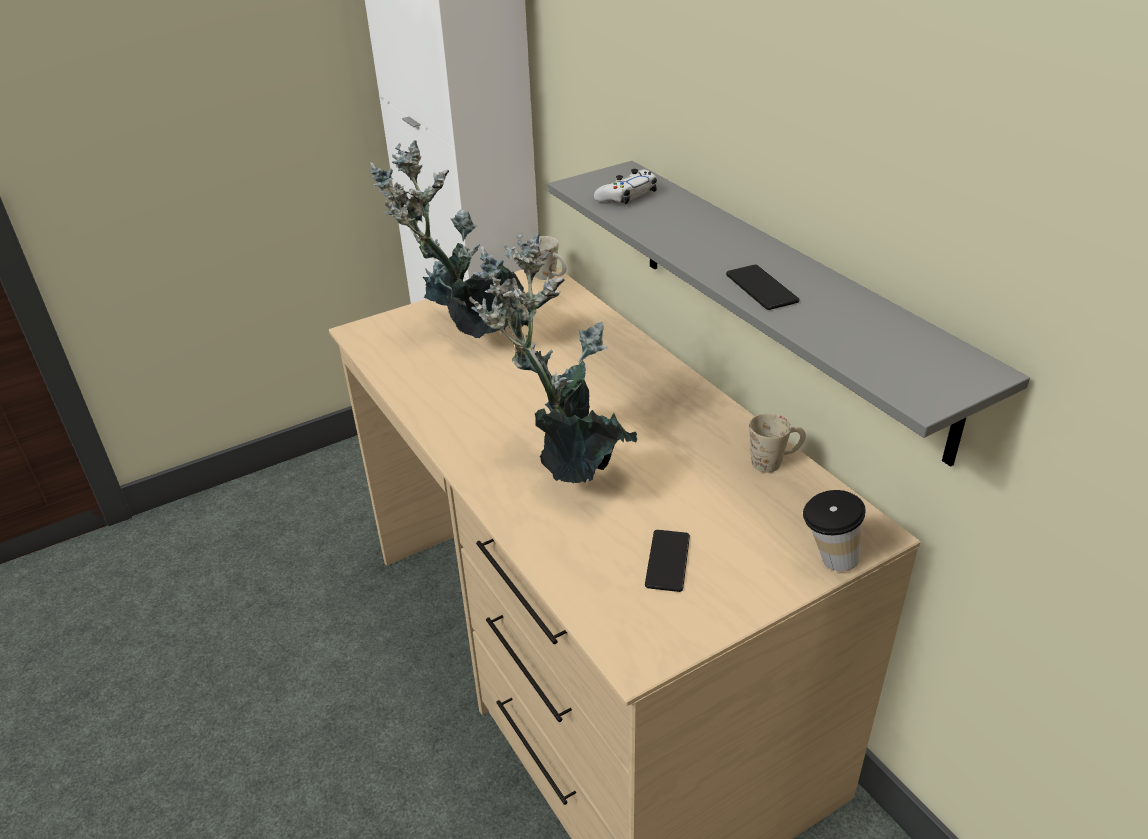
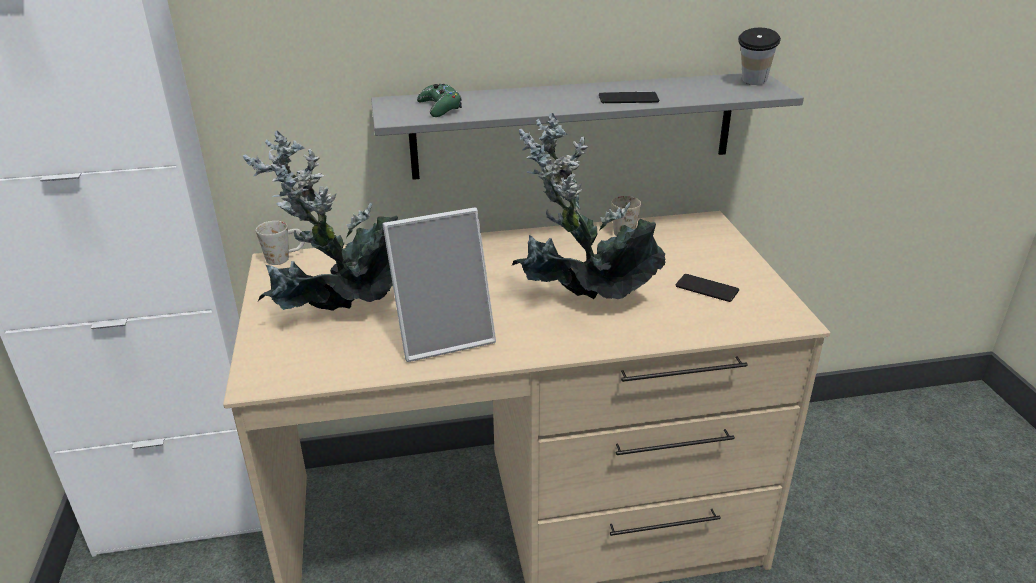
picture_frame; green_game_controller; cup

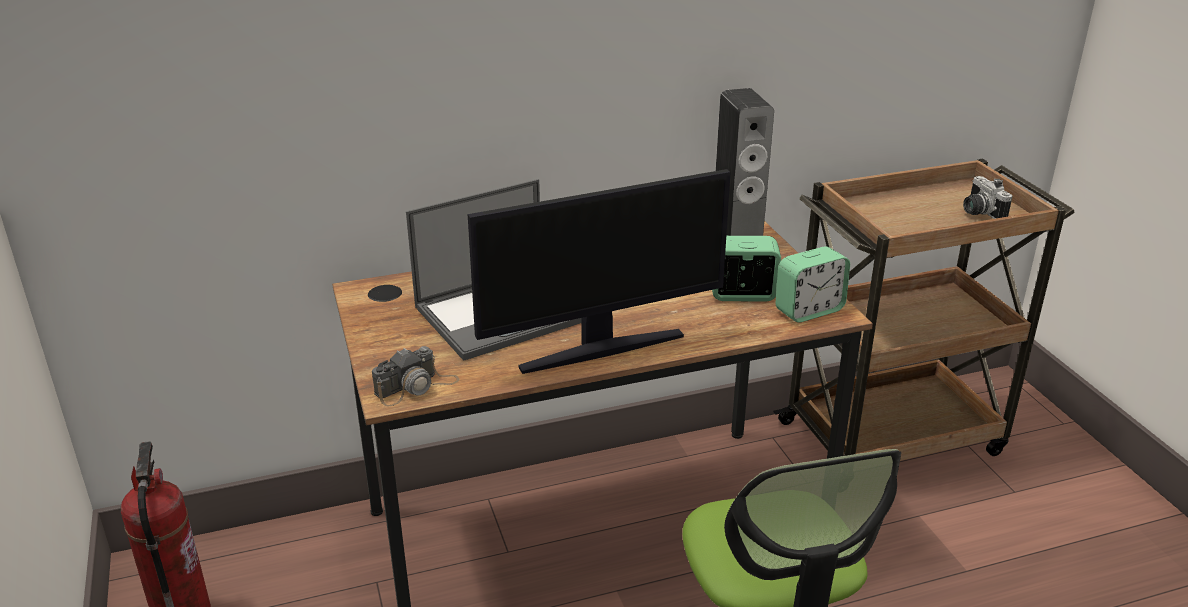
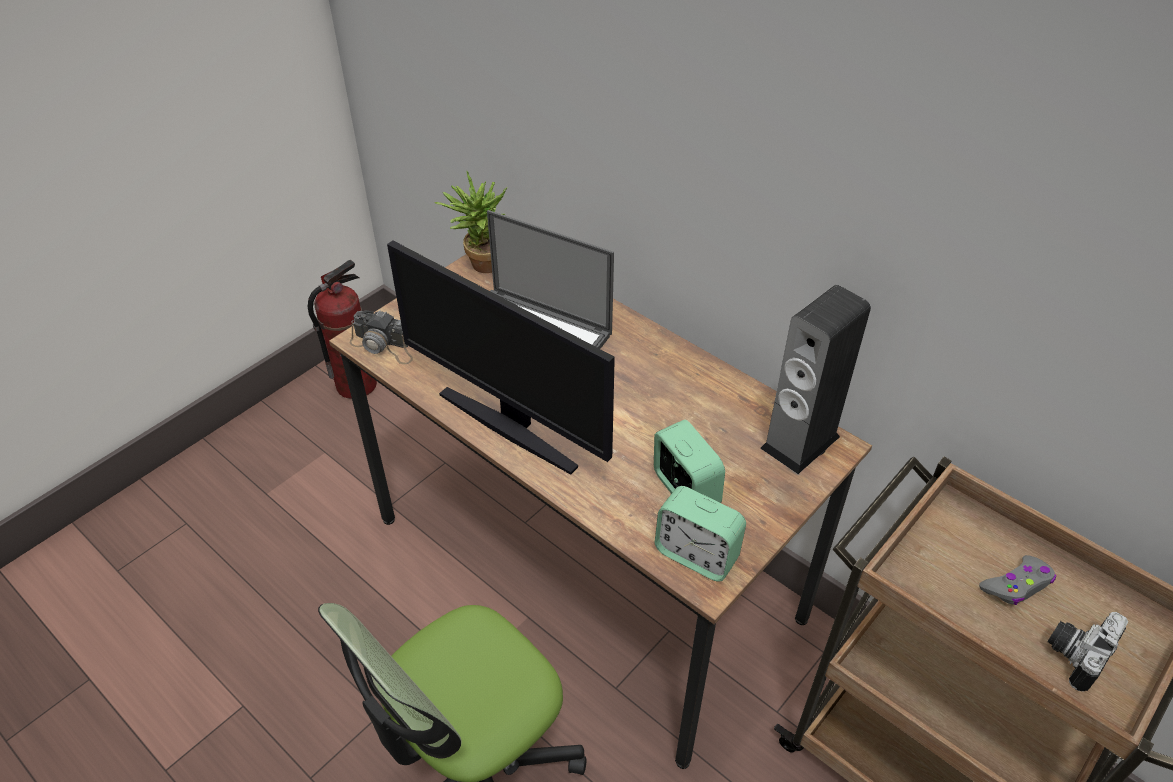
potted_plant; grey_game_controller

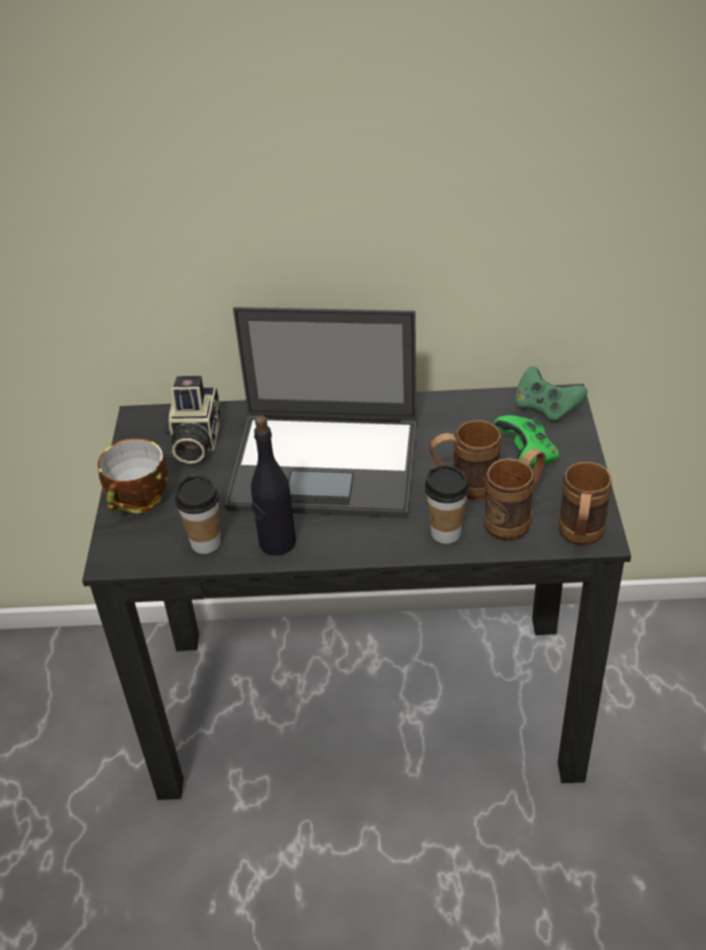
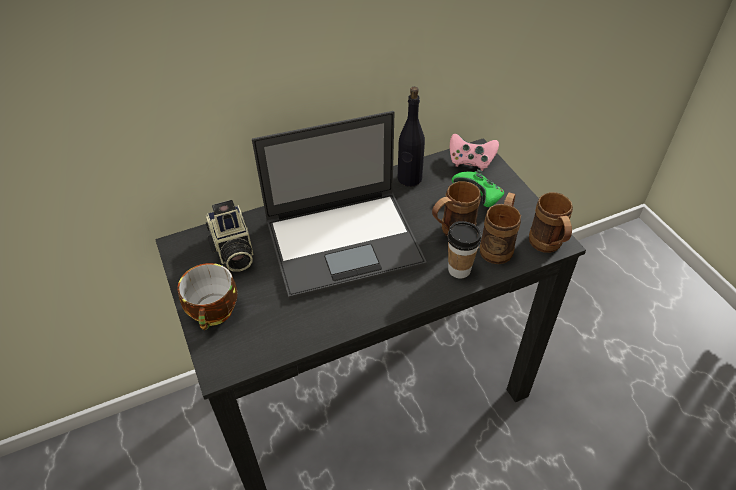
black_bottle; pink_game_controller; cup (no. 2 from left in the first image)

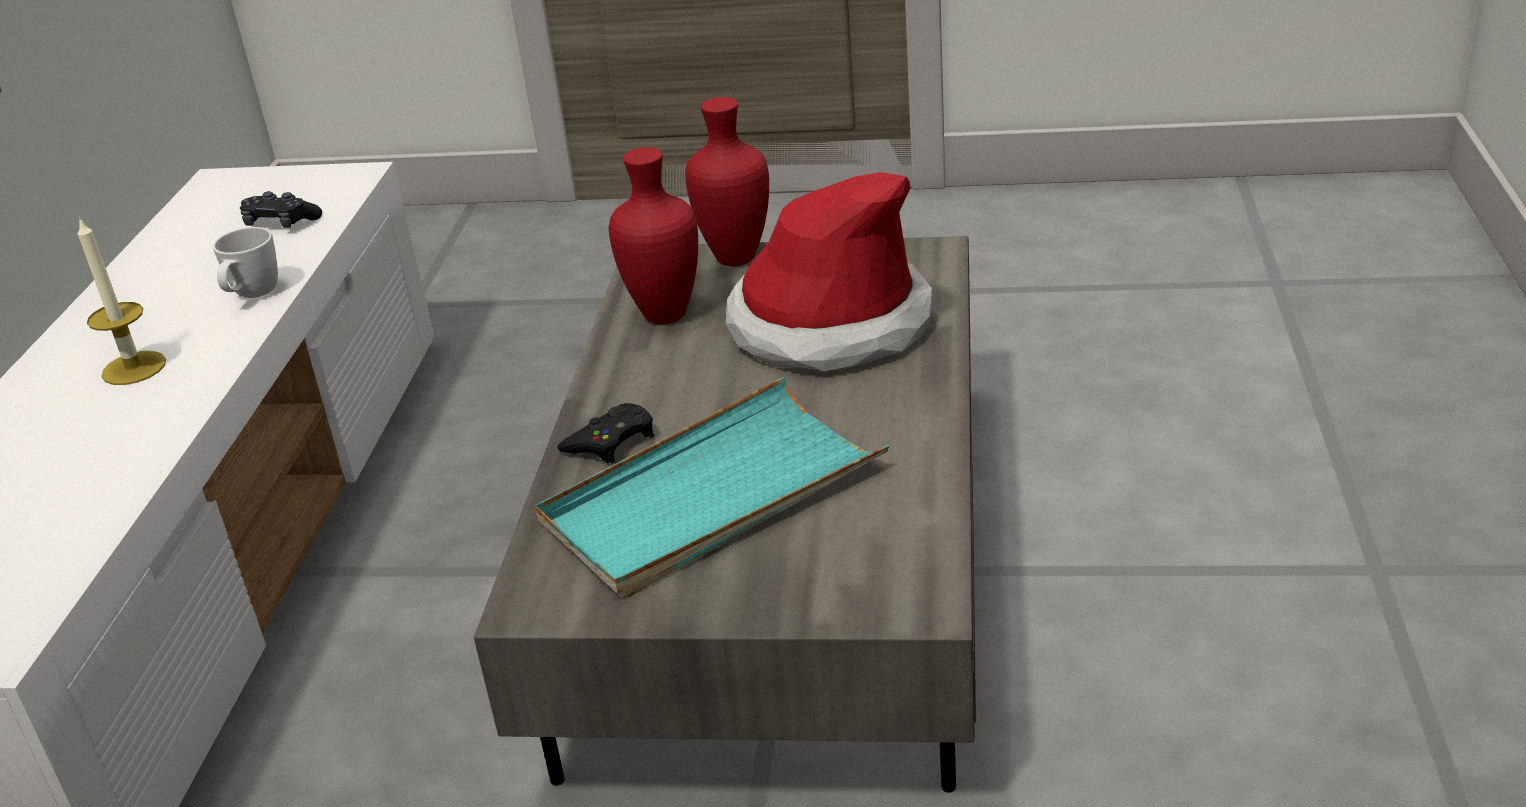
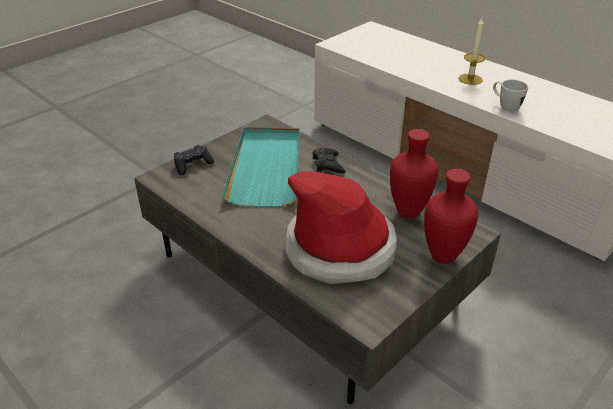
black_game_controller (no. 1 from left)

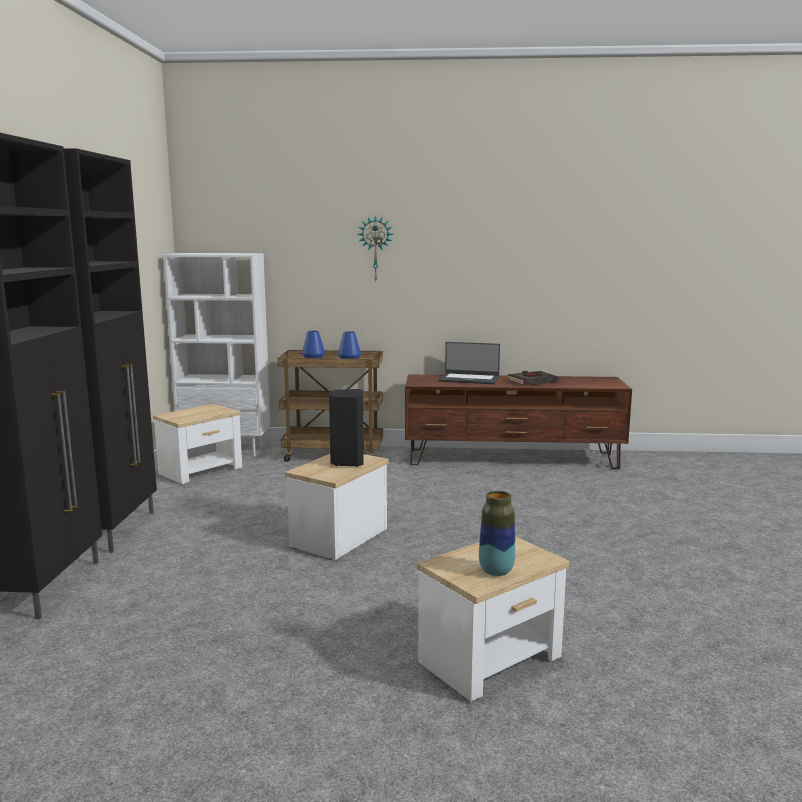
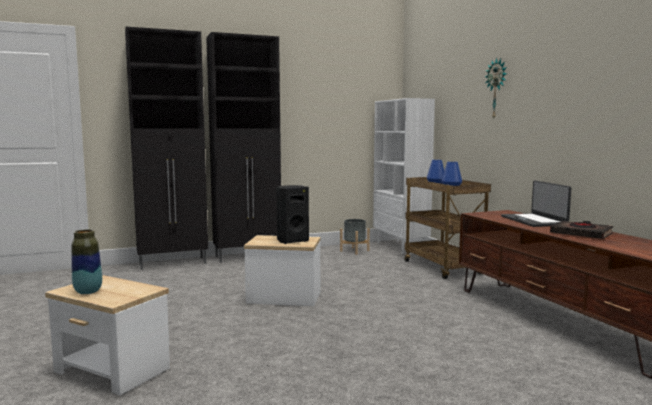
grey_planter

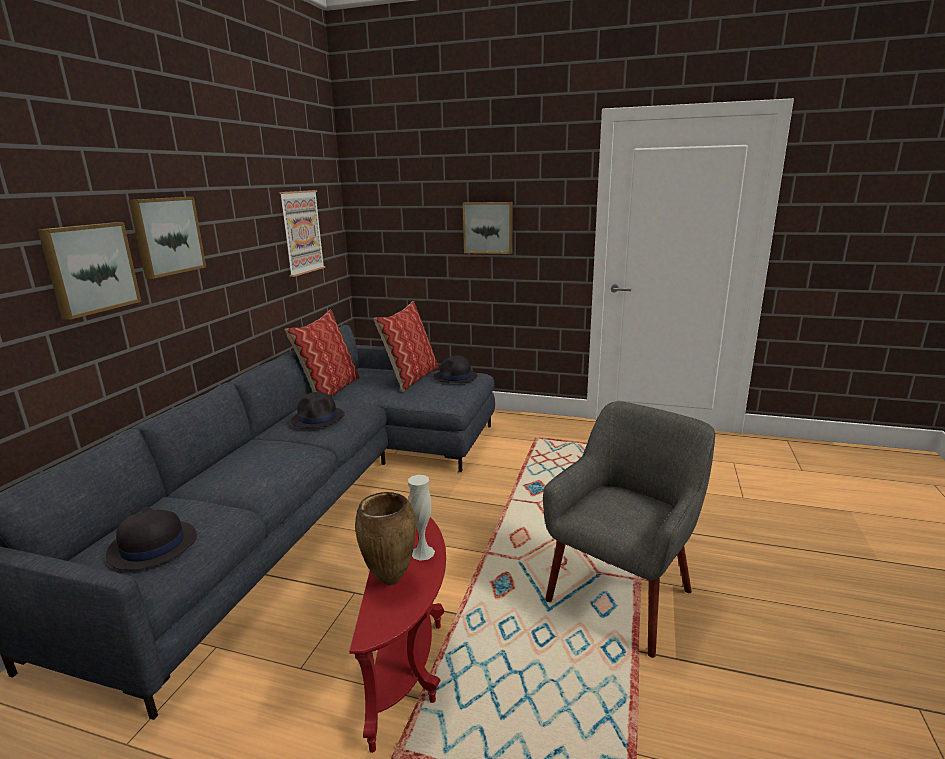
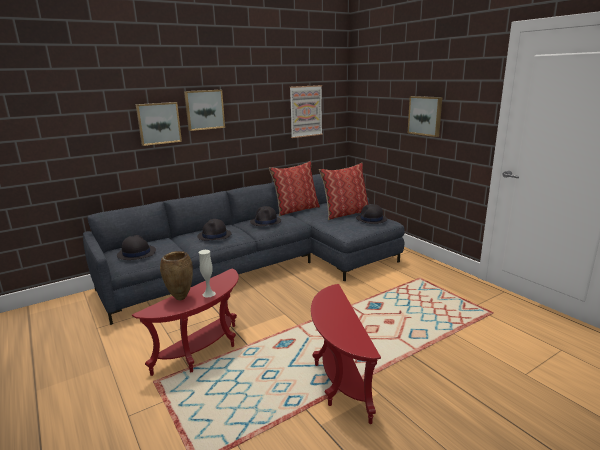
black_hat (no. 2 from left); red_side_table (no. 2 from left)

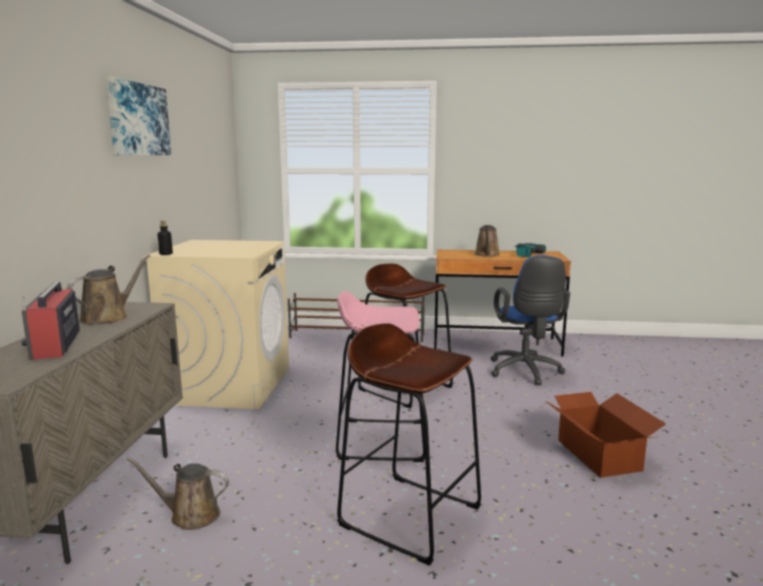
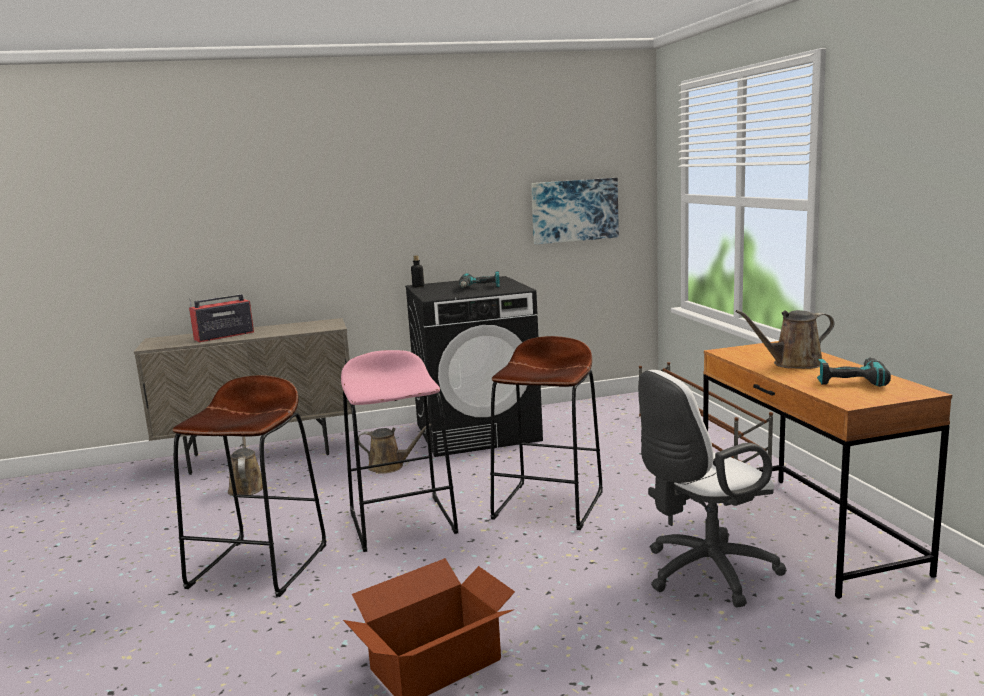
brown_watering_can (no. 2 from left); black_washing_machine; power_drill (no. 1 from left); picture; white_office_chair

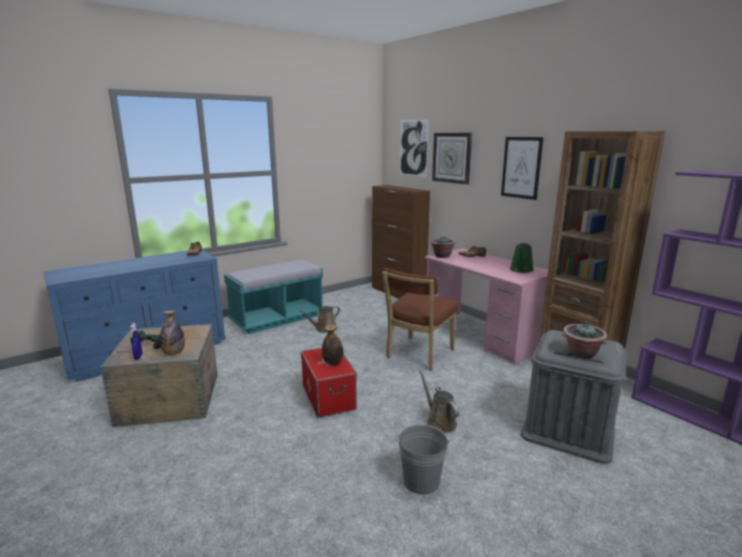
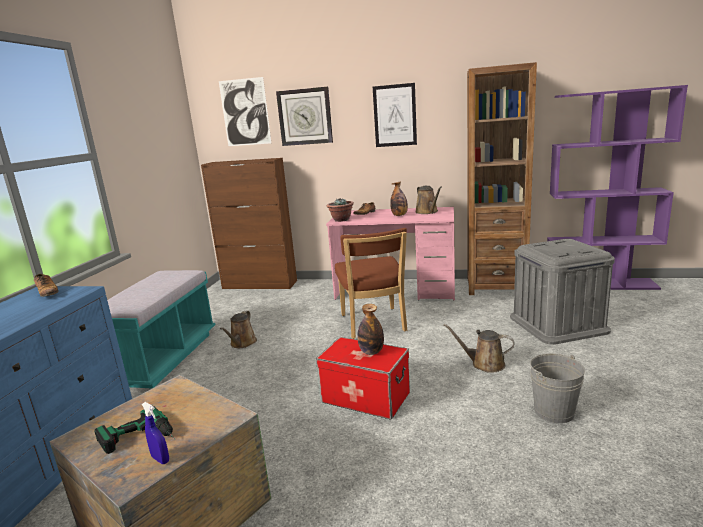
bottle (no. 2 from left); brown_watering_can (no. 2 from left); potted_plant (no. 2 from left in the first image)

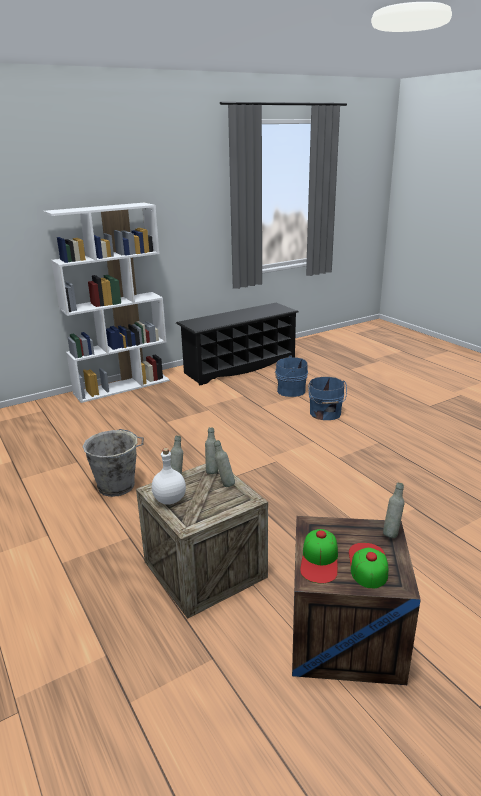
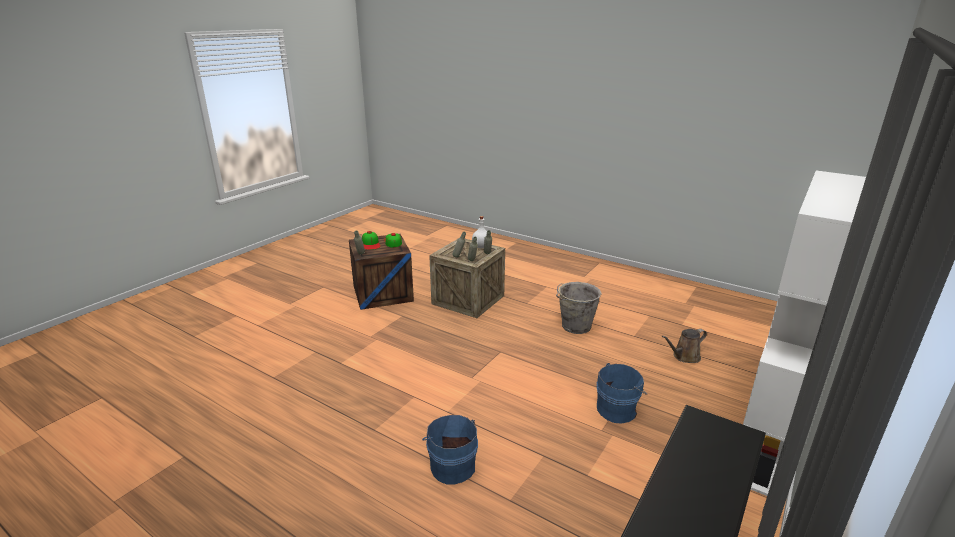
blue_bucket (no. 2 from left); brown_watering_can

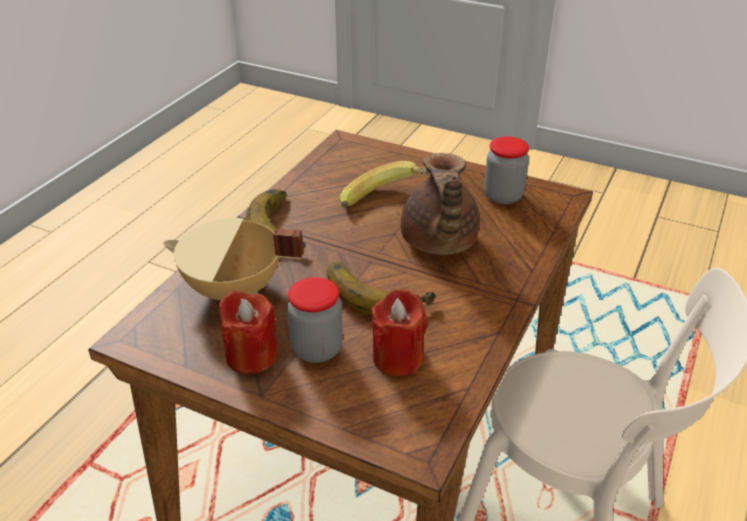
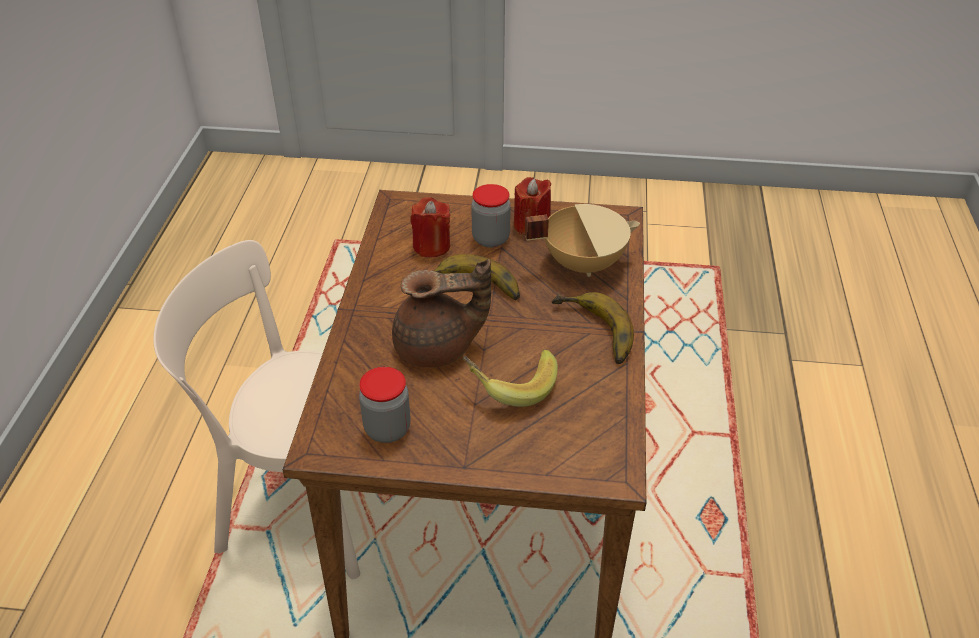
brown_teapot

